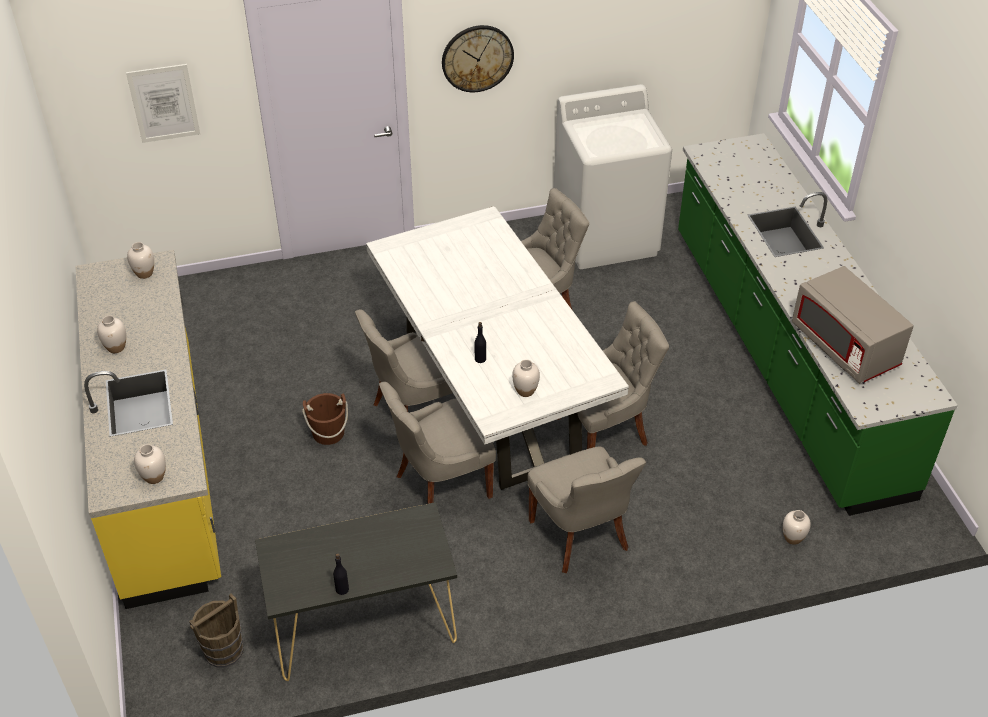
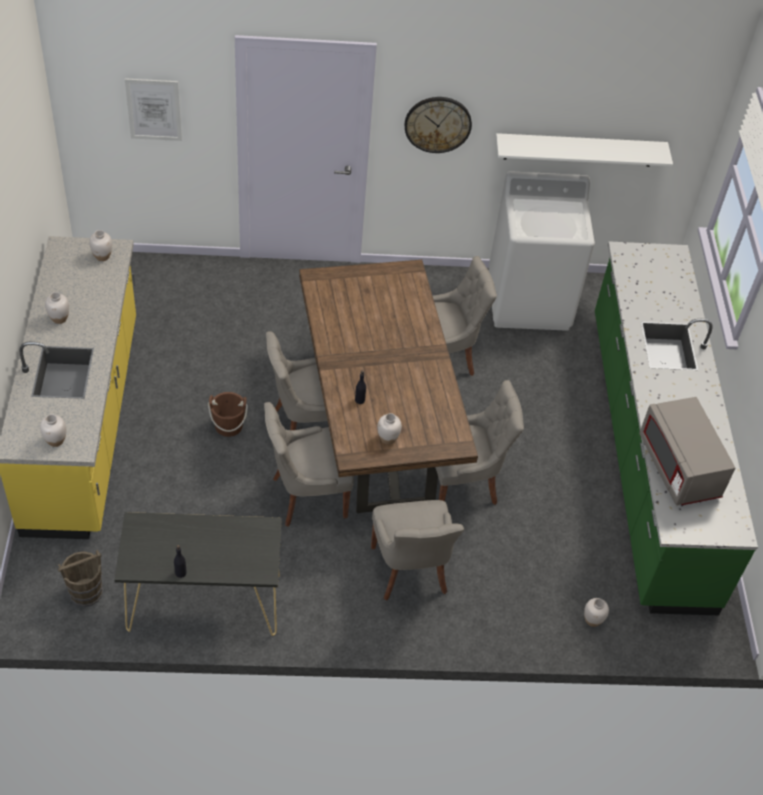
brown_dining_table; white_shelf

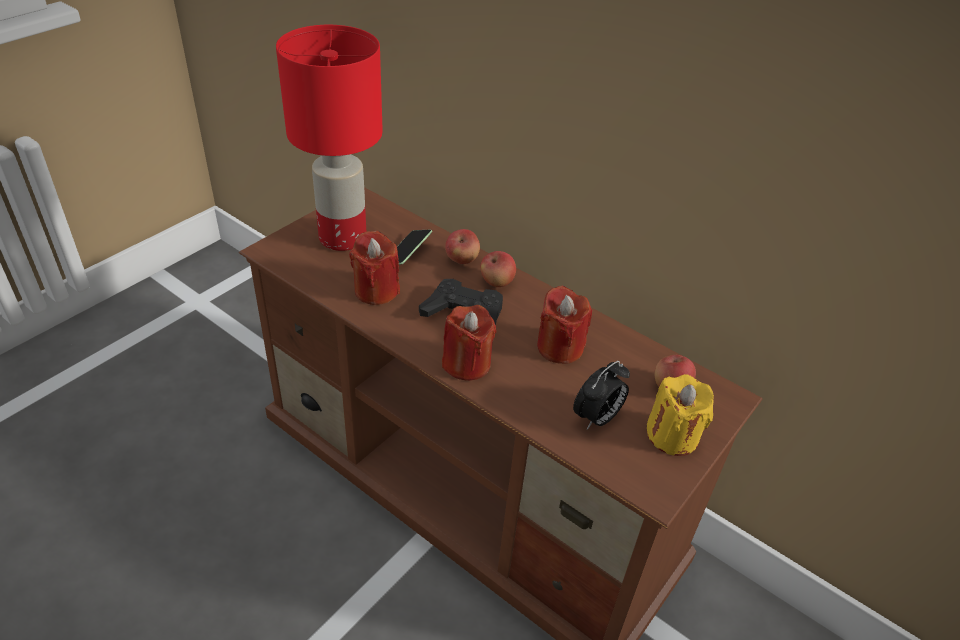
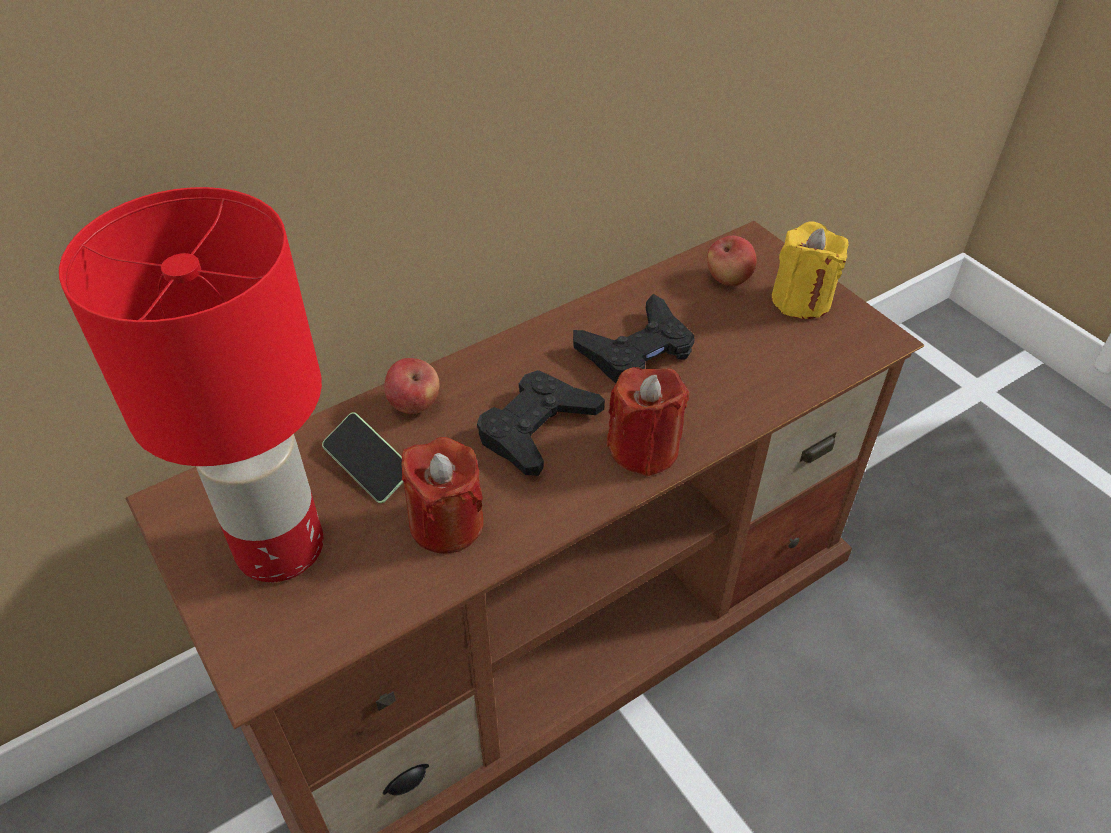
black_game_controller (no. 2 from left); apple (no. 2 from left in the first image); alarm_clock

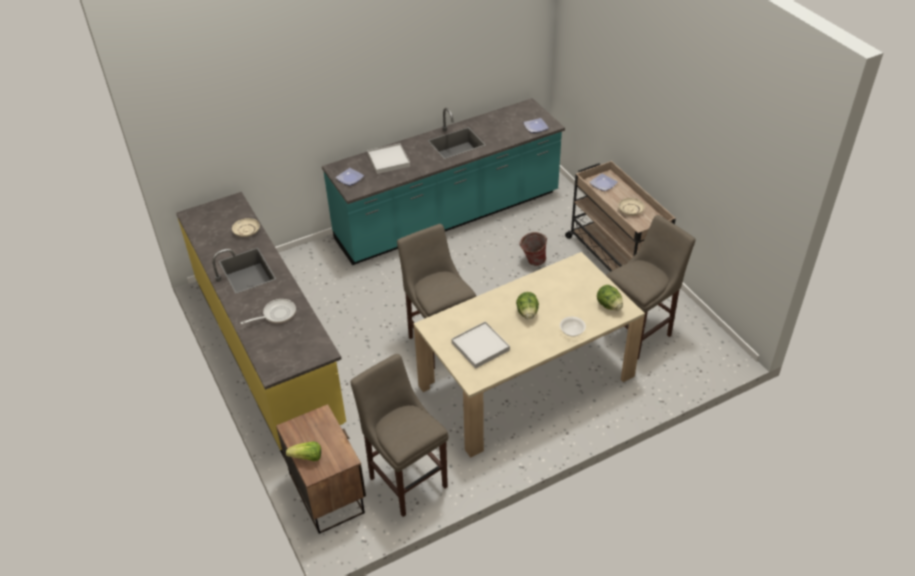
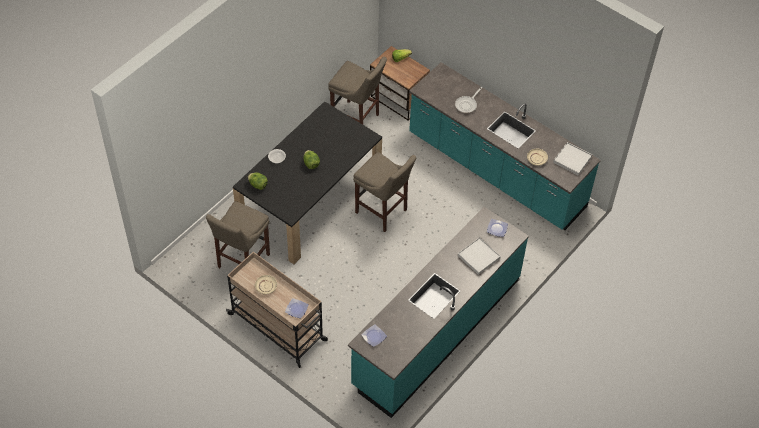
black_dining_table; turquoise_counter (no. 2 from left); white_tray (no. 2 from left); bucket

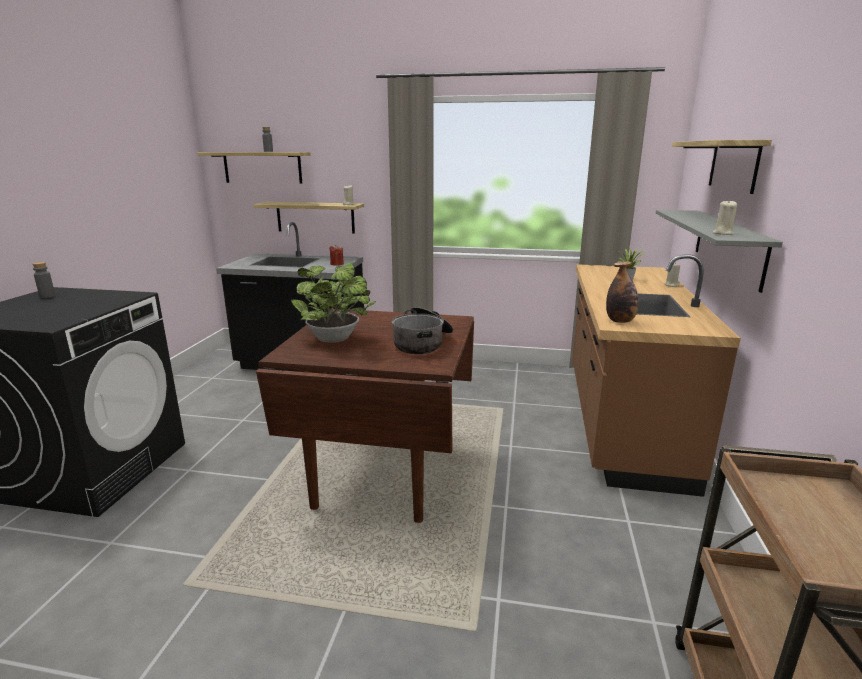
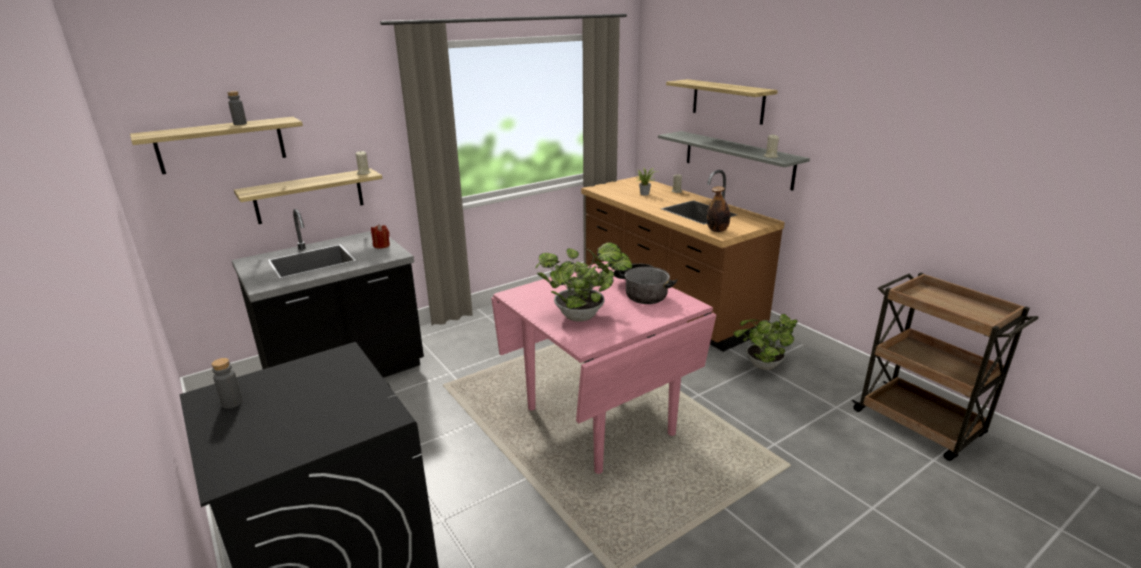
pink_dining_table; potted_plant (no. 3 from left)

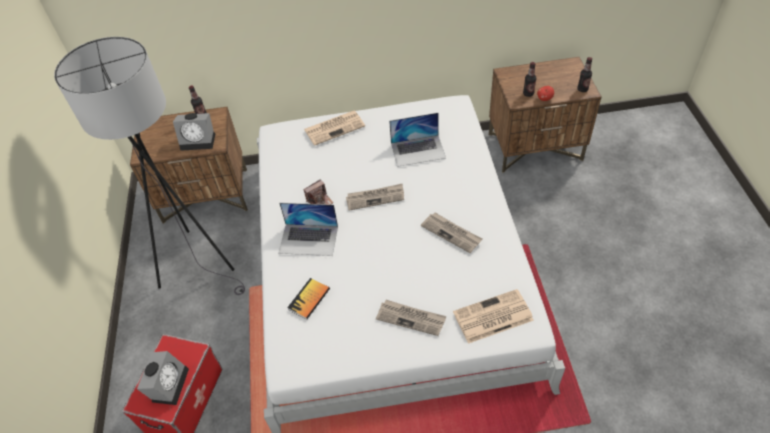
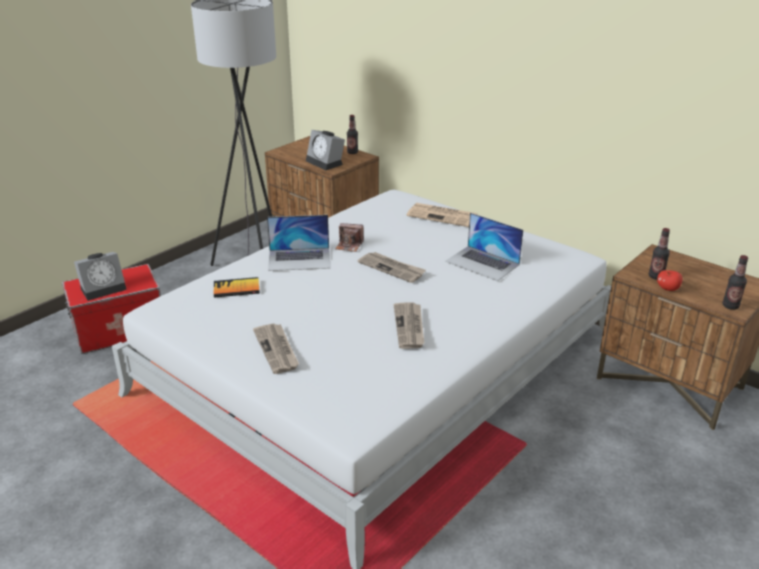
laptop (no. 1 from left); newspaper (no. 5 from left in the first image)

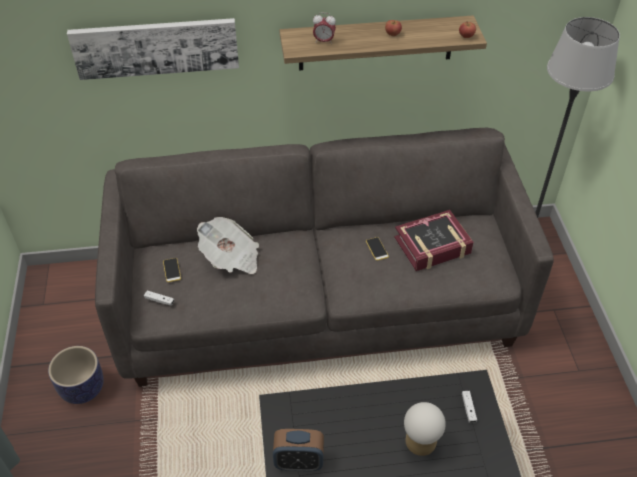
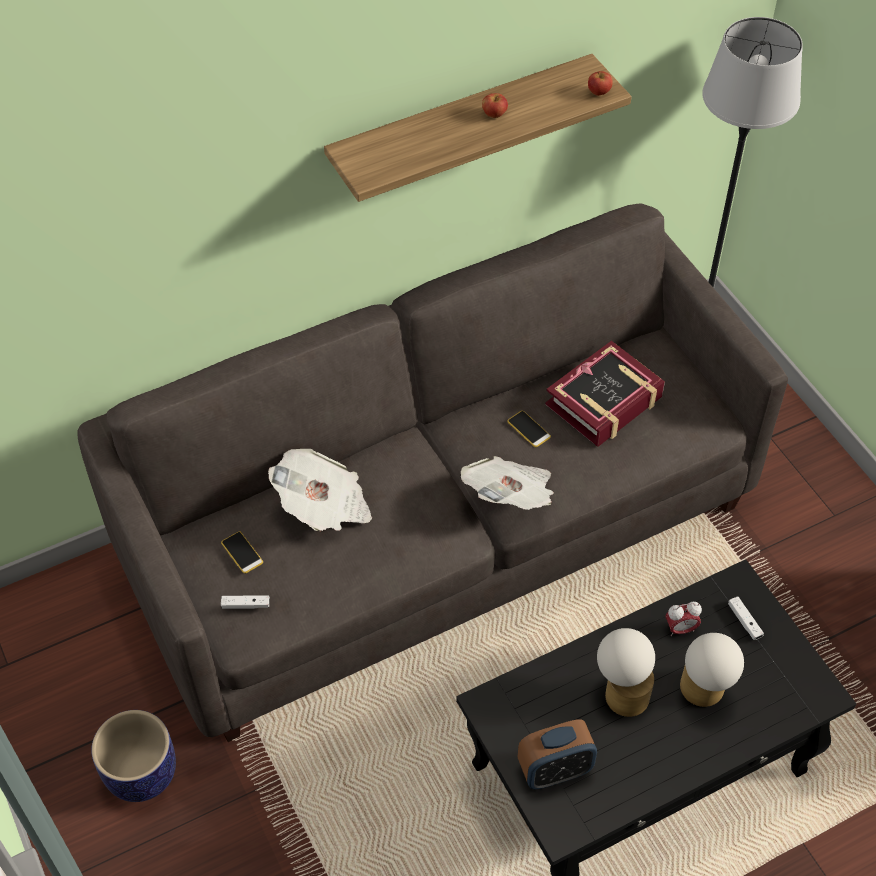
newspaper (no. 2 from left); table_lamp (no. 1 from left); alarm_clock (no. 2 from left); picture

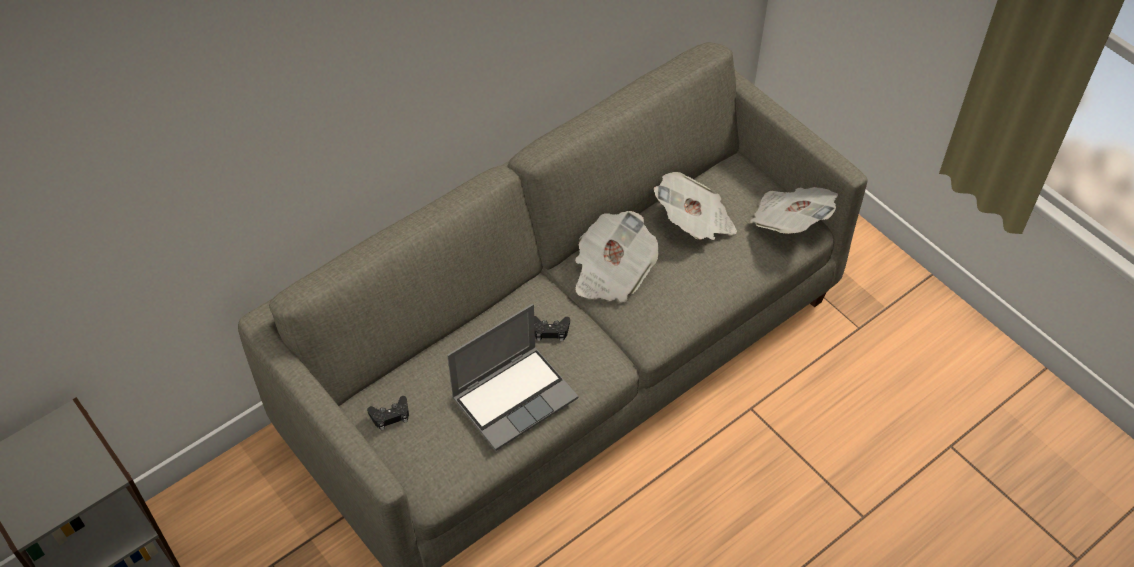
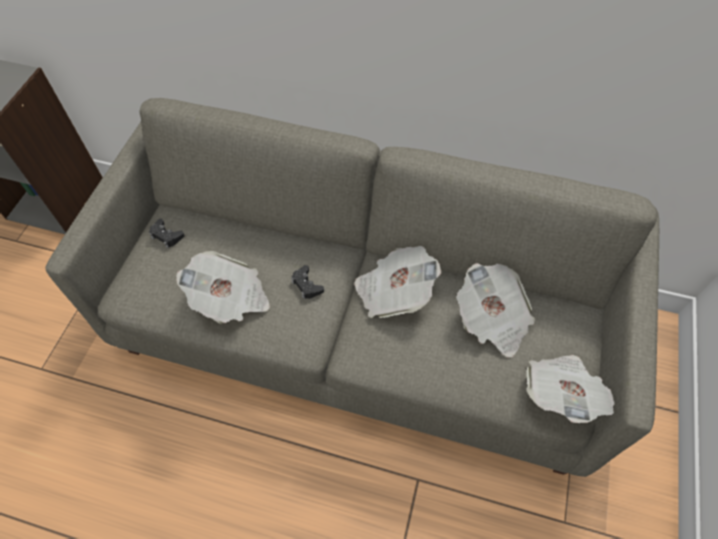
newspaper (no. 1 from left)

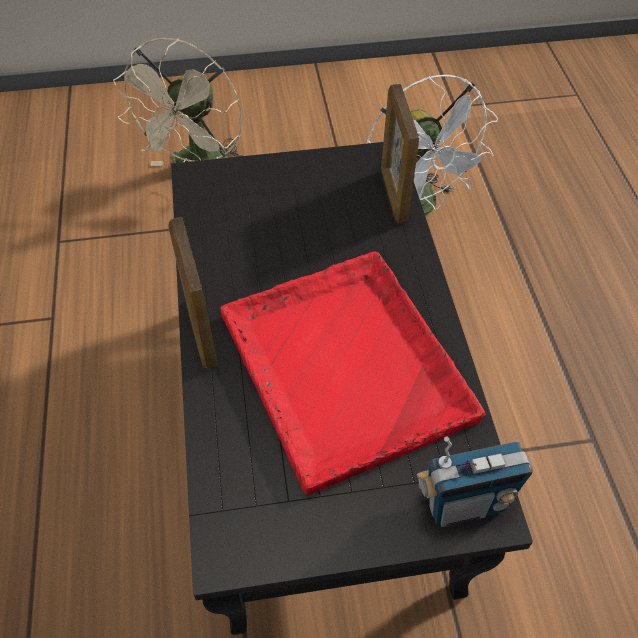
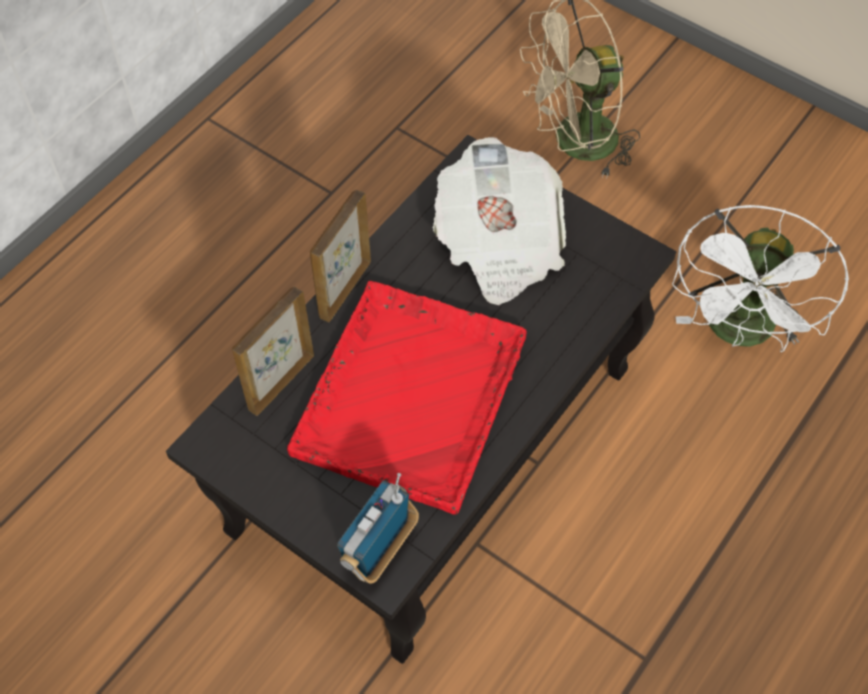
picture_frame (no. 1 from left); radio; newspaper

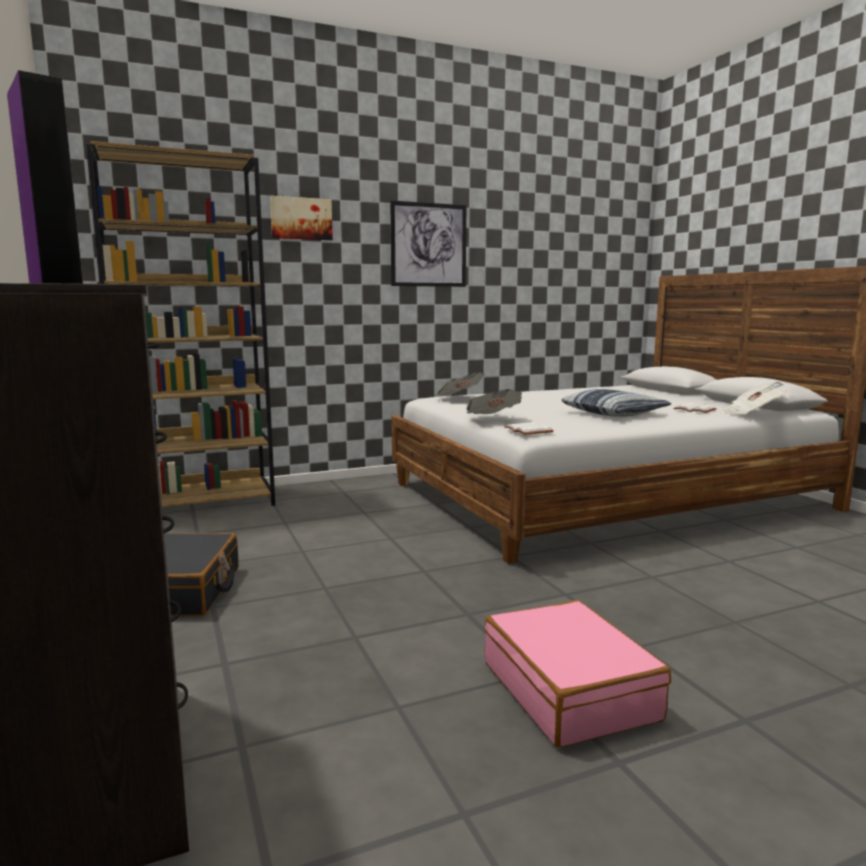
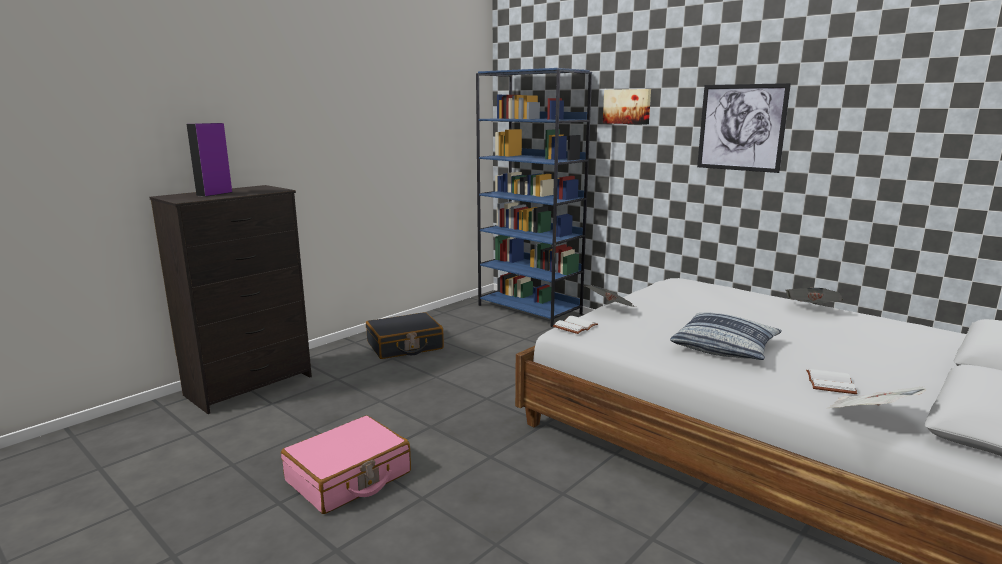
blue_bookcase; newspaper (no. 2 from left)

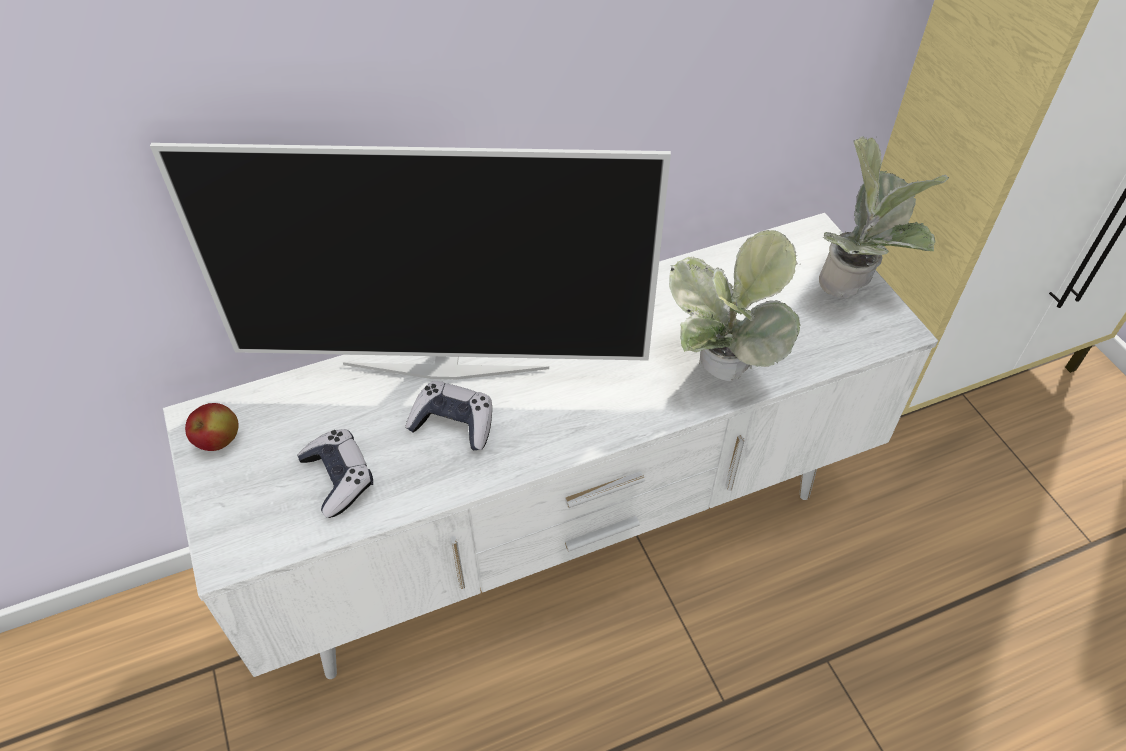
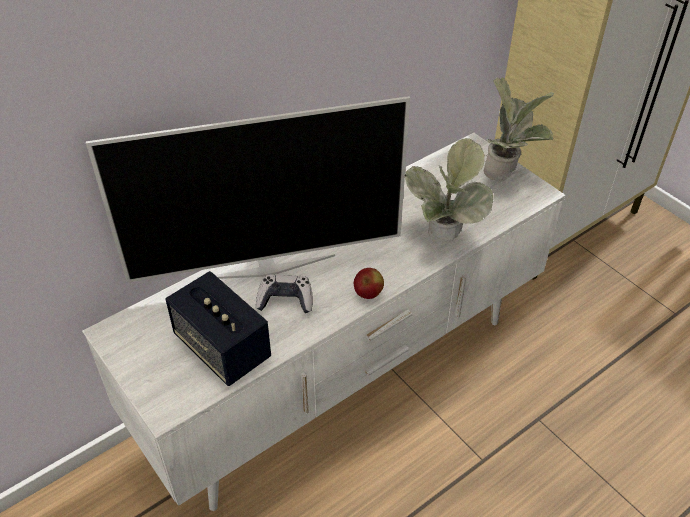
speaker; apple

